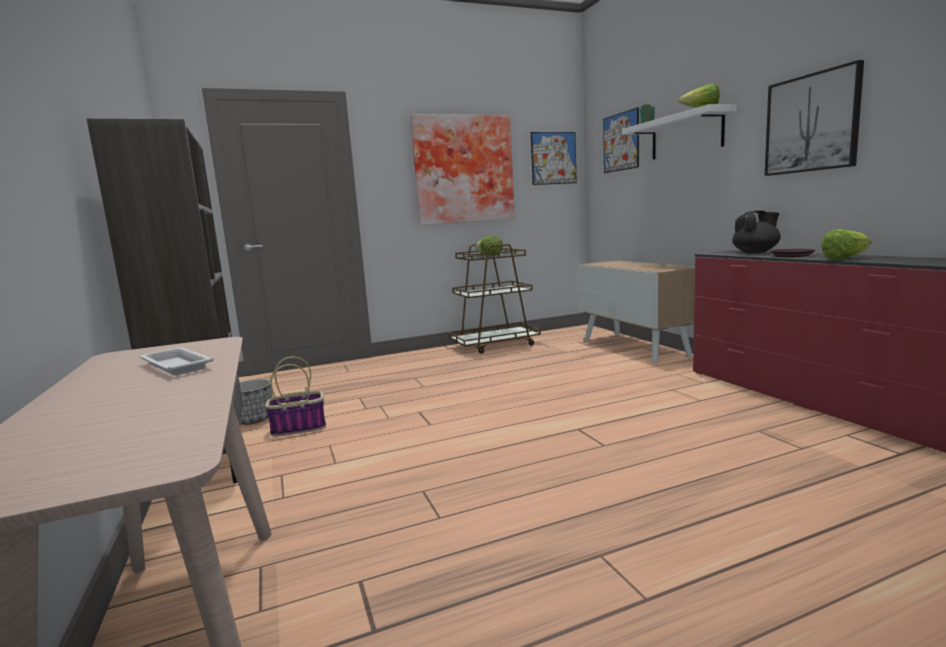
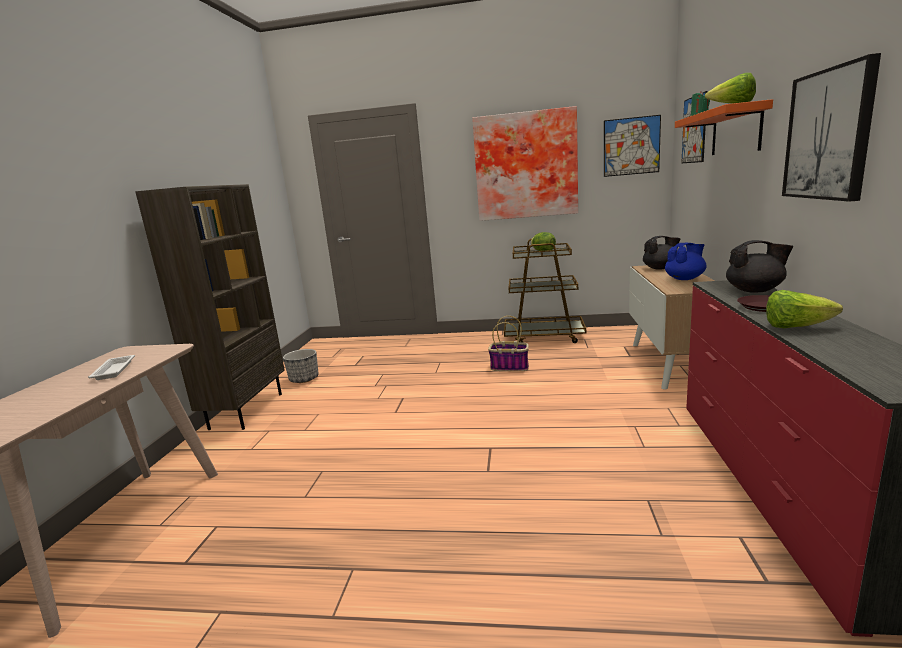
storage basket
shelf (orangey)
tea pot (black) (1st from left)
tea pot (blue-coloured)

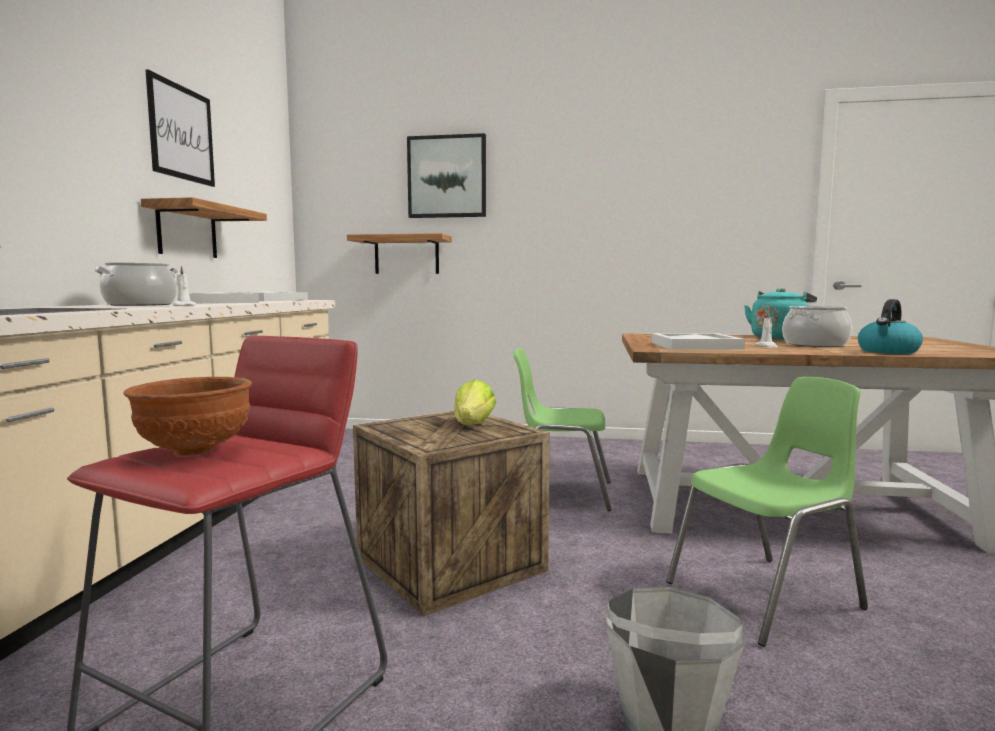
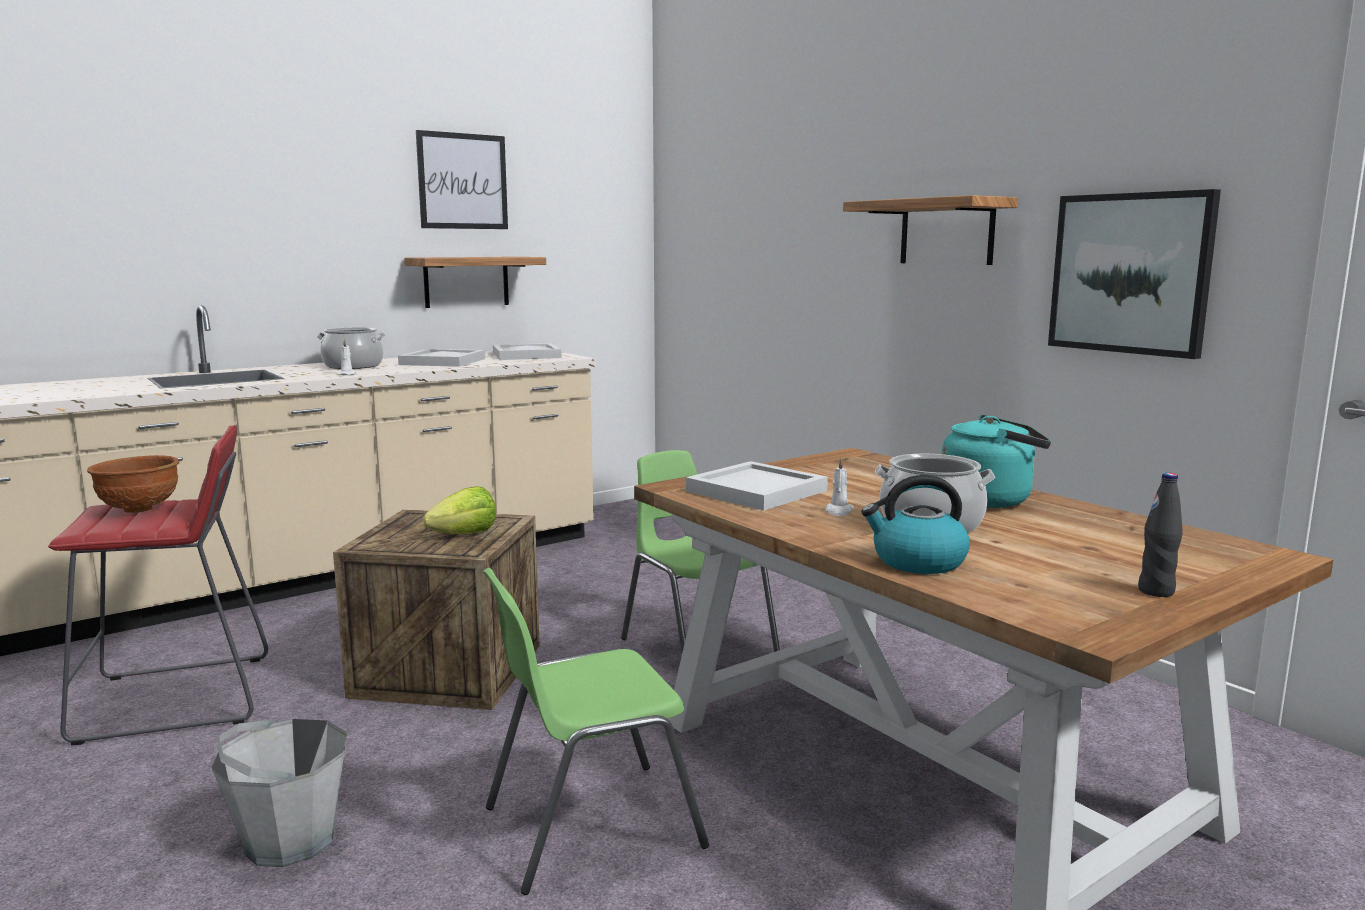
shelf (2nd from left)
wall art (2nd from left)
chair (green-coloured) (1st from left)
drink bottle (black)

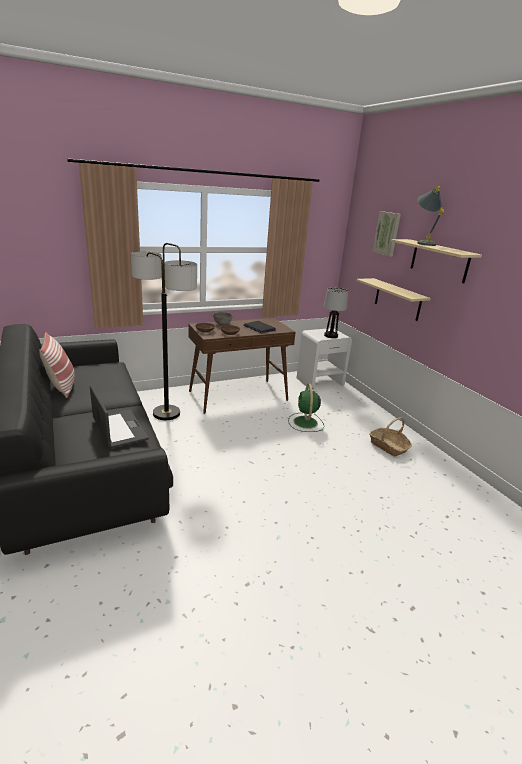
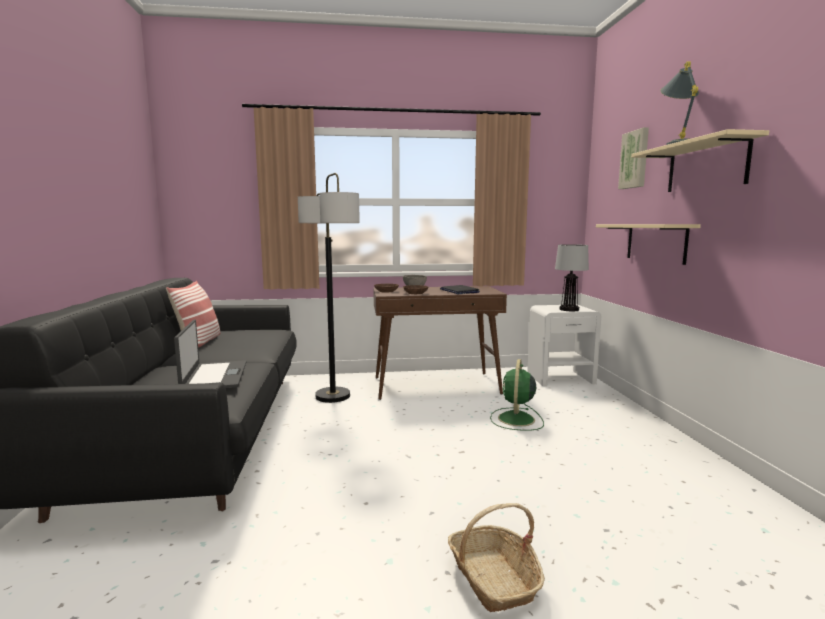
storage basket

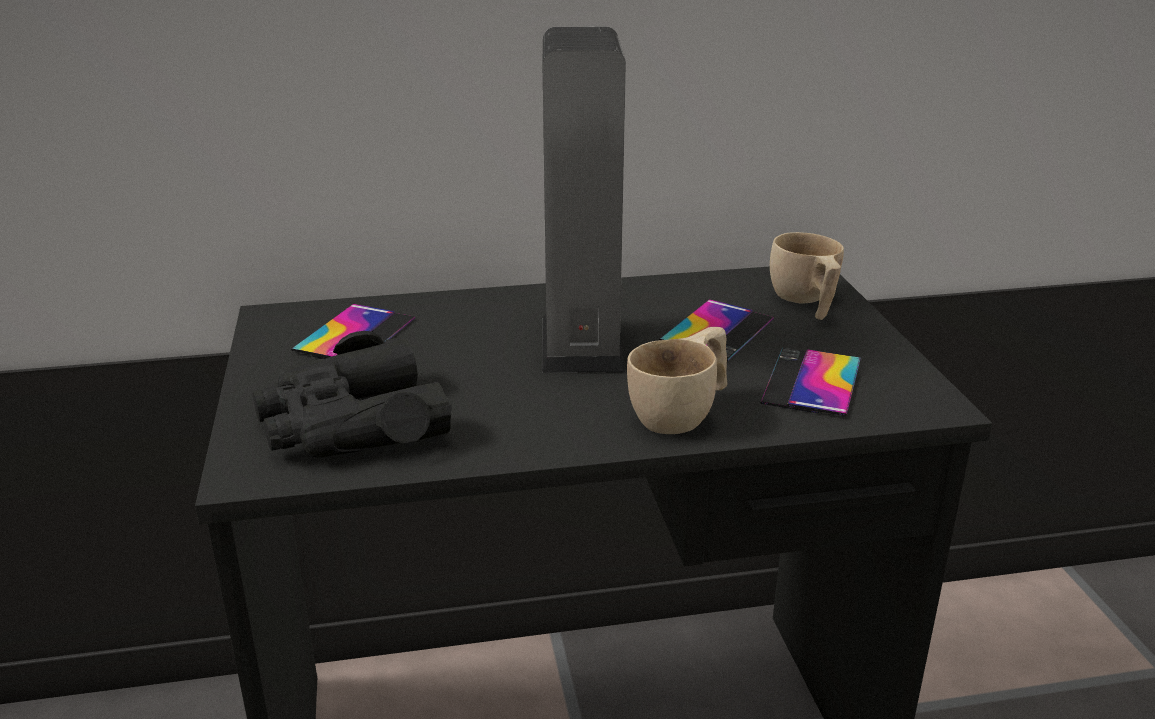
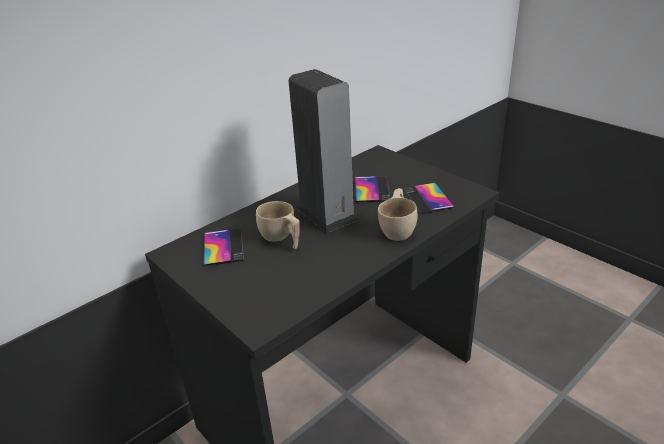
pair of binoculars (black)
cup (beige) (1st from left)

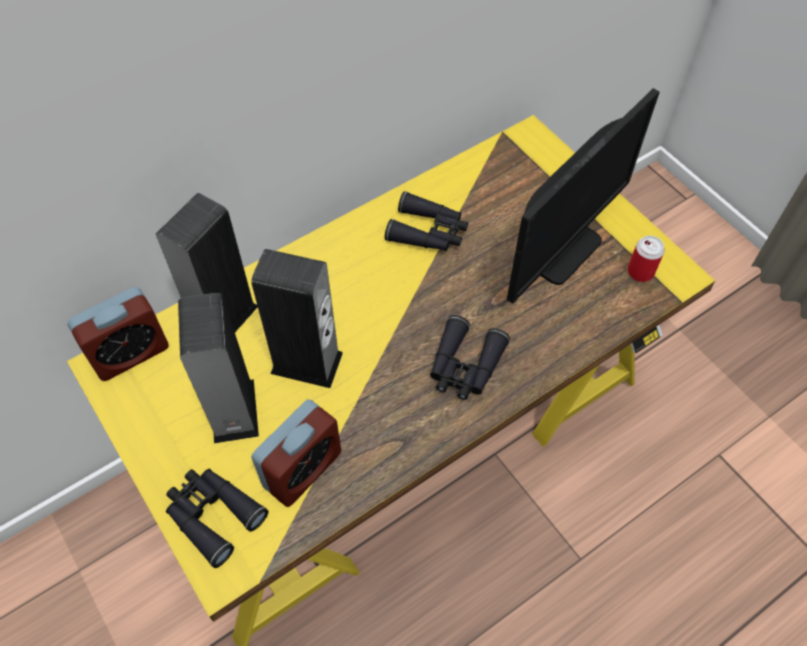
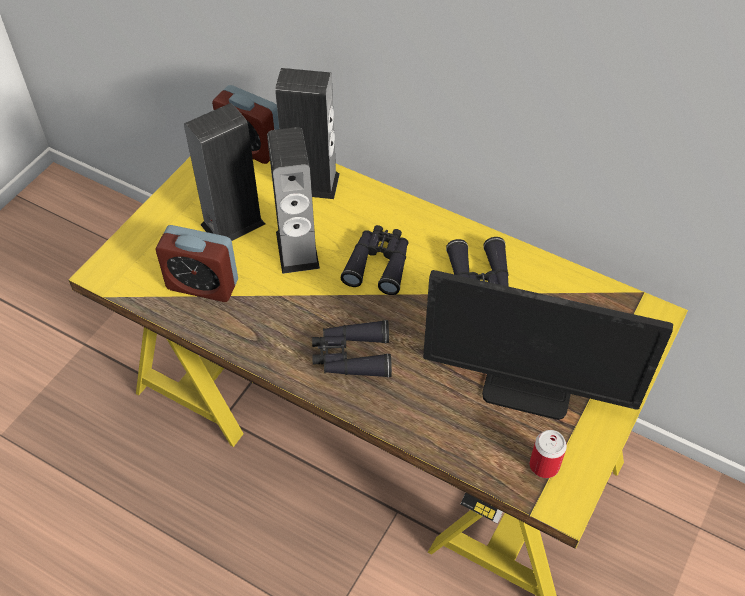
pair of binoculars (black) (2nd from left)

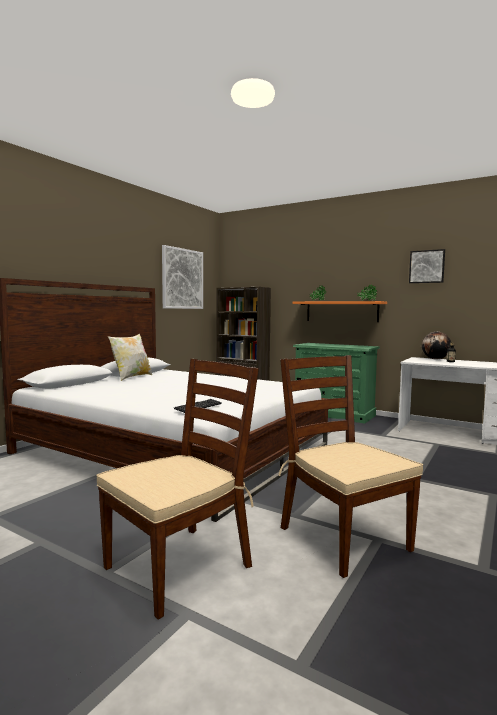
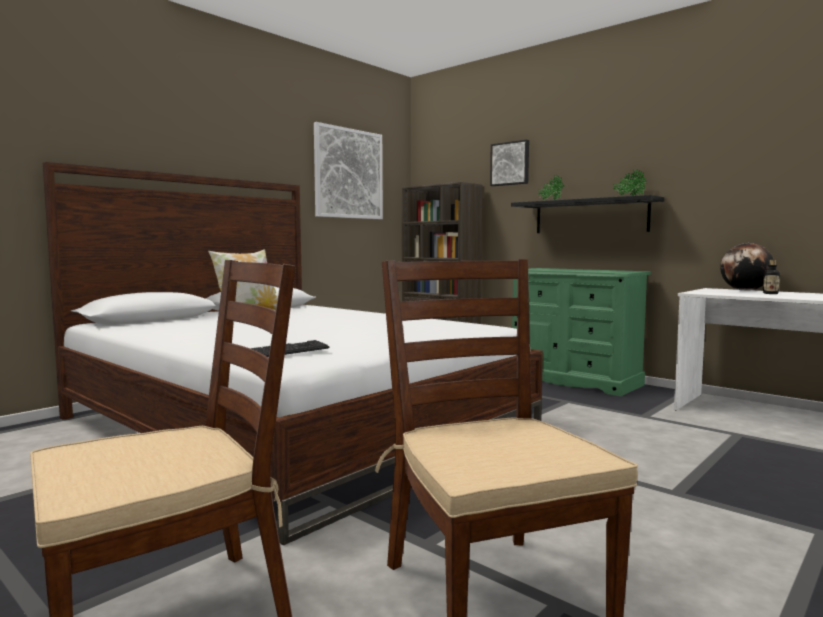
shelf (black)
wall art (2nd from left)

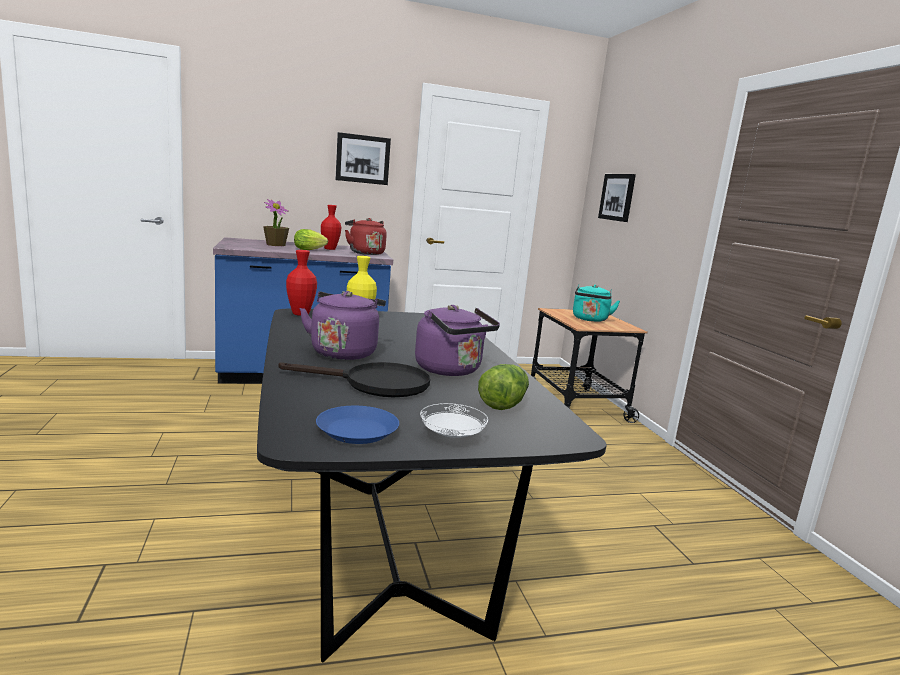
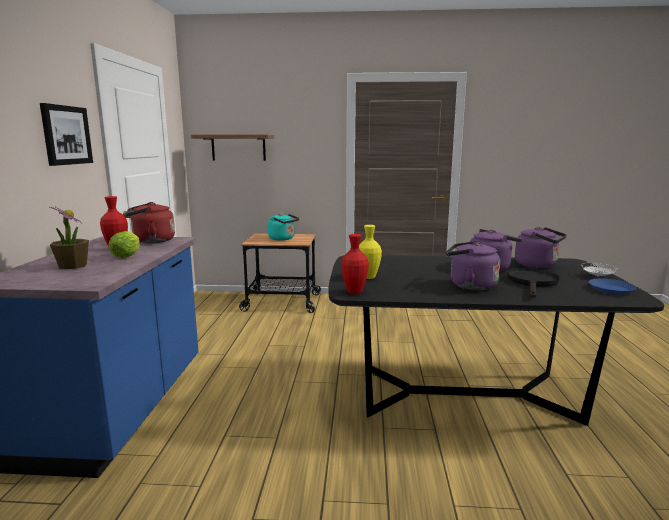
tea kettle (purple-coloured) (3rd from left)
shelf

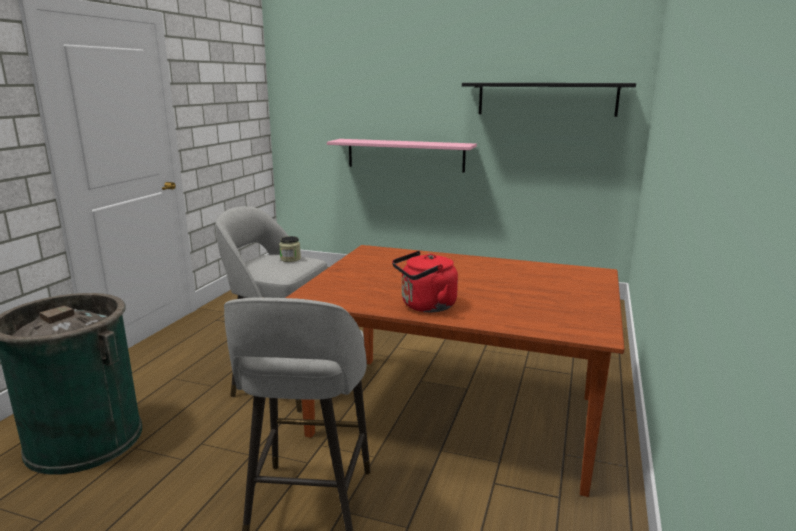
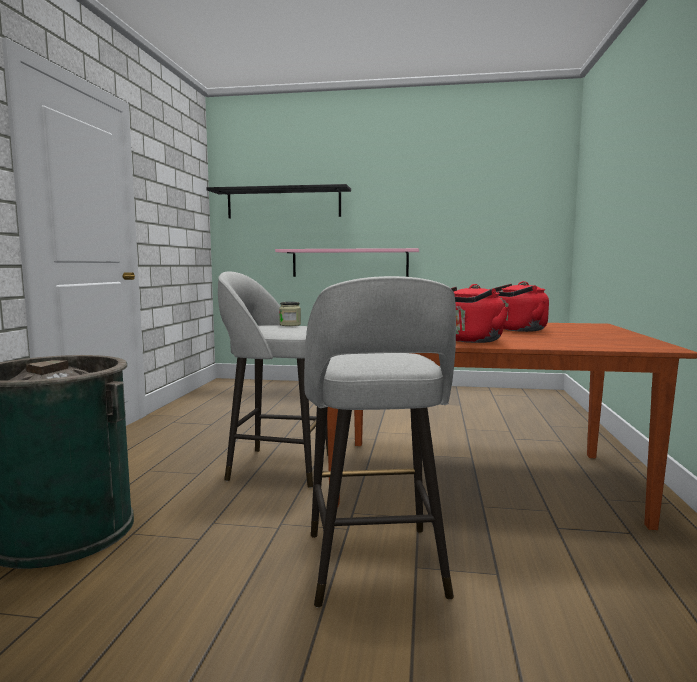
shelf (black)
tea kettle (red-coloured) (2nd from left)

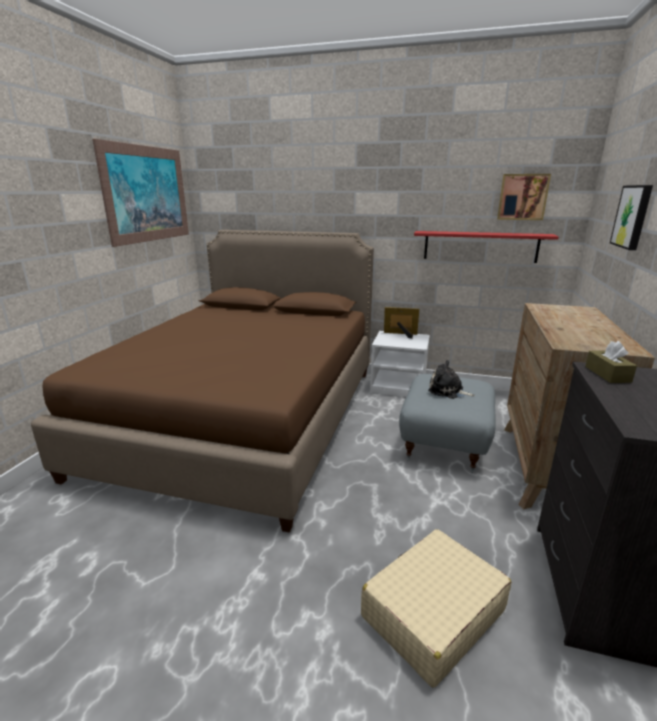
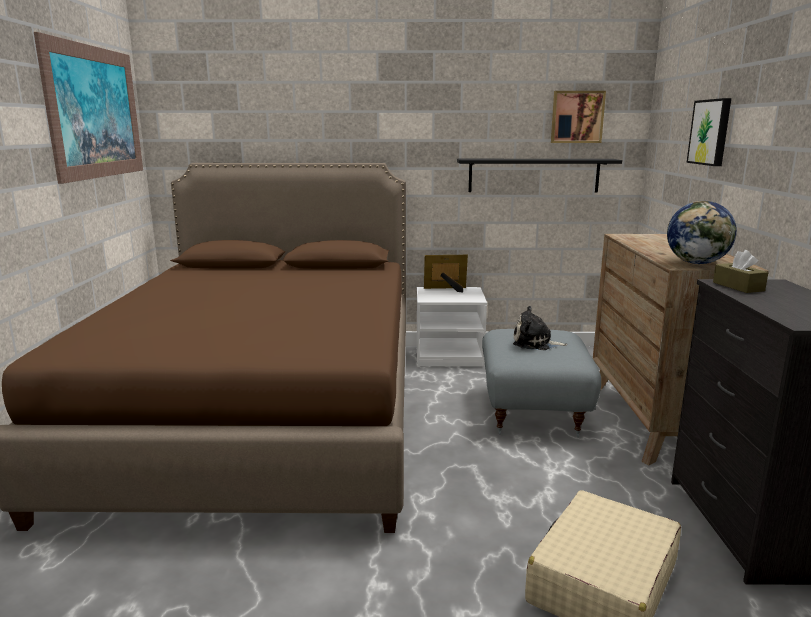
shelf (black)
world globe

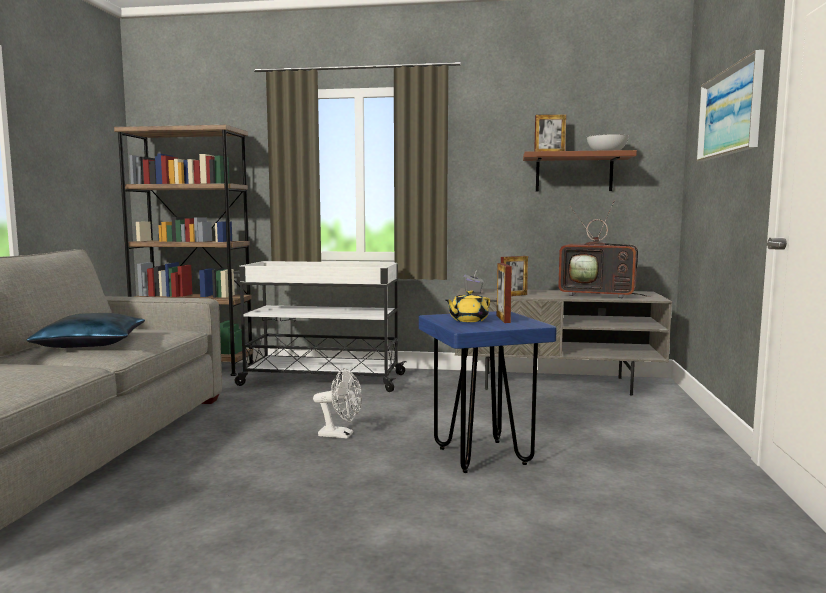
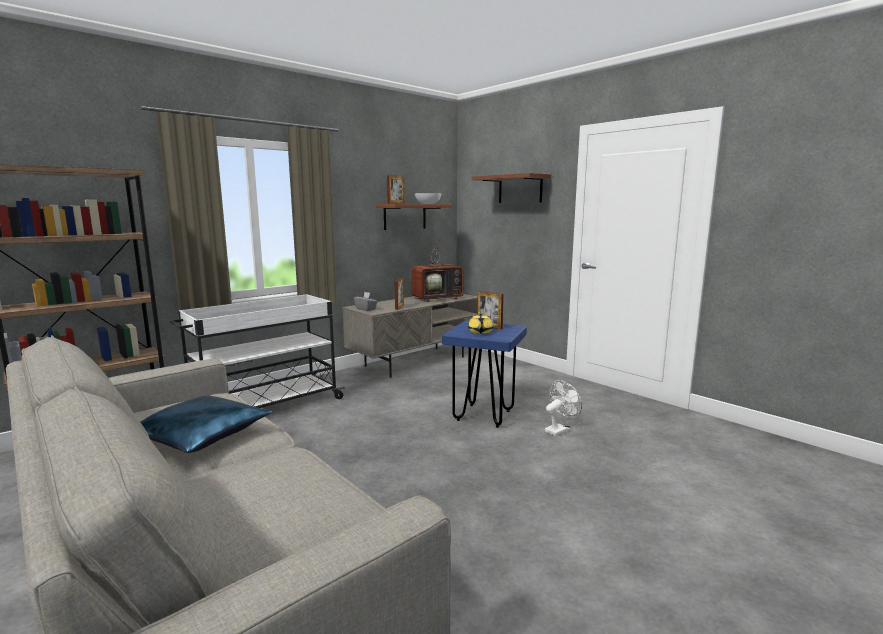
cooling fan (white-coloured)
shelf (brown-coloured) (2nd from left)

